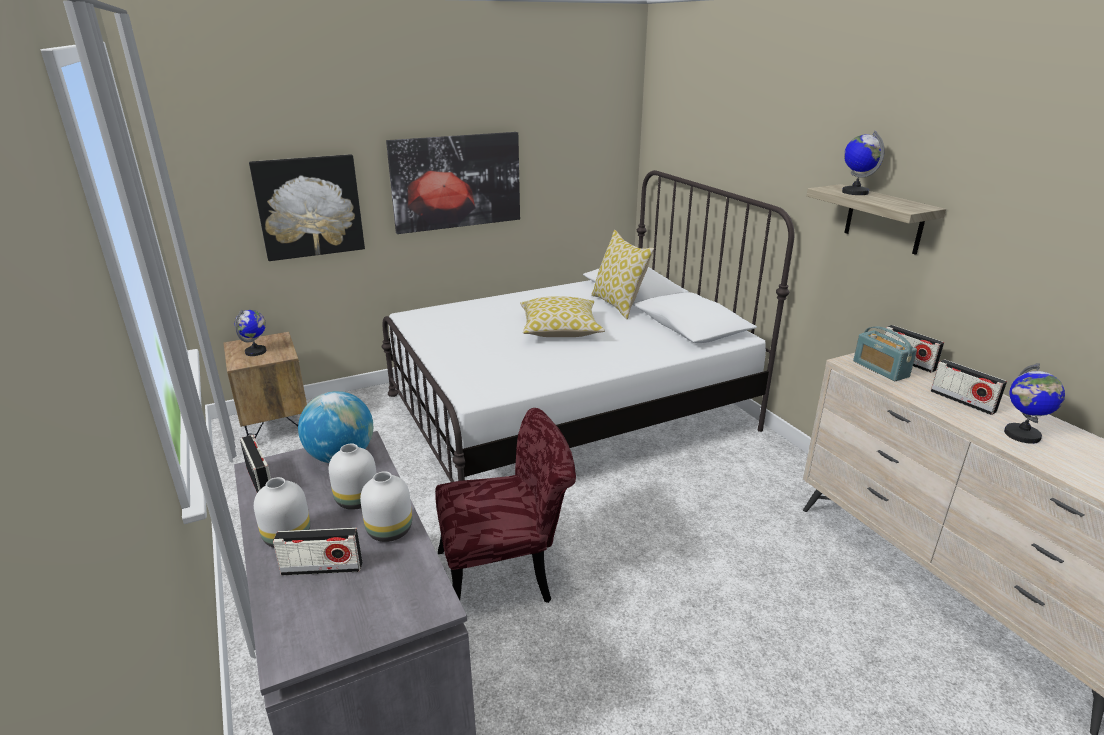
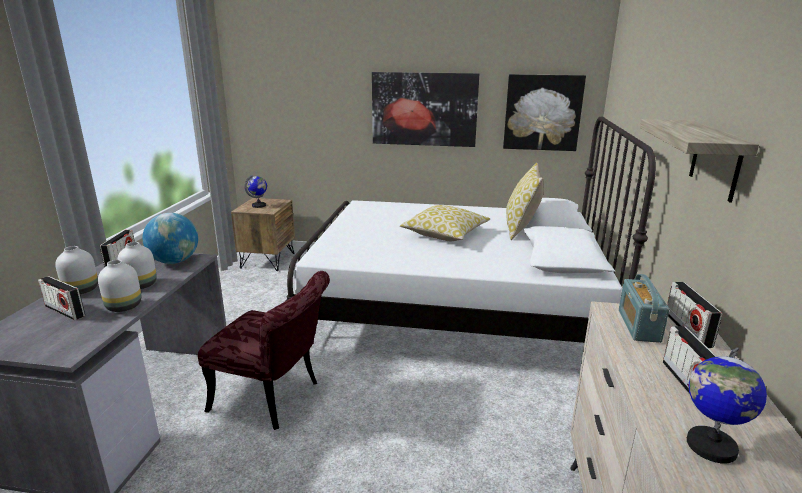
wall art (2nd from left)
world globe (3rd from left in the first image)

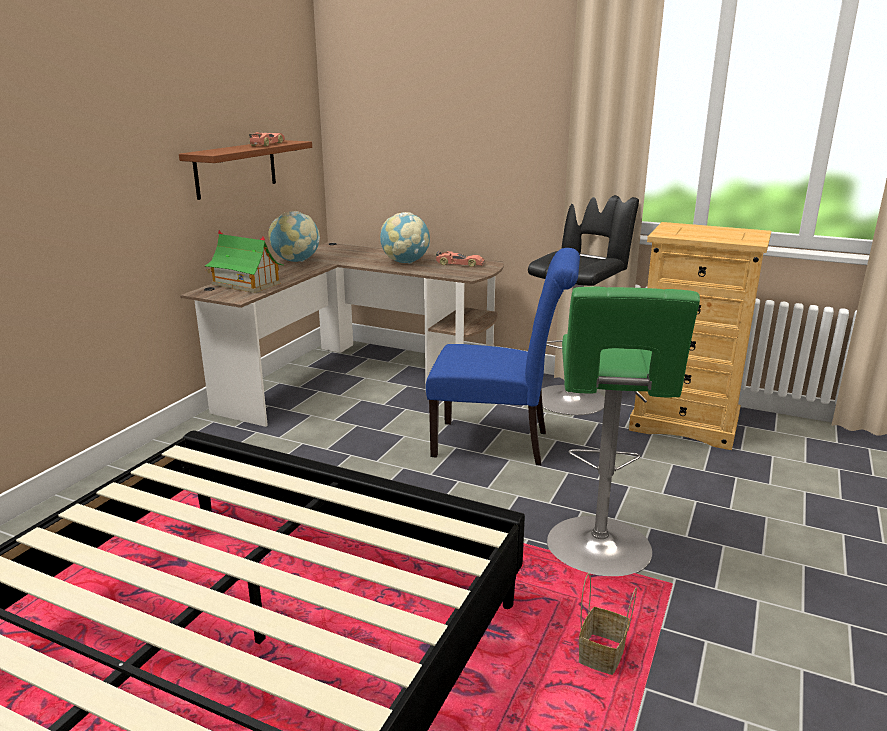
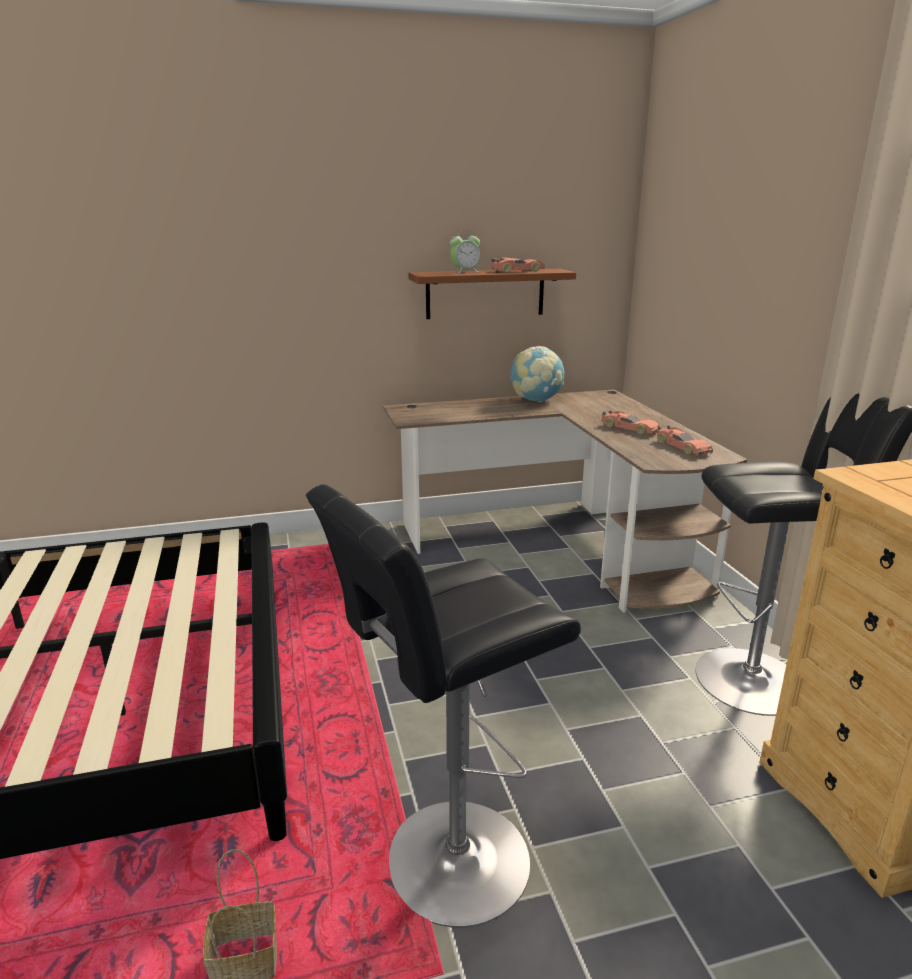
miniature house
toy car (2nd from left)
chair (blue-coloured)
sitting stool (black) (1st from left)
table clock

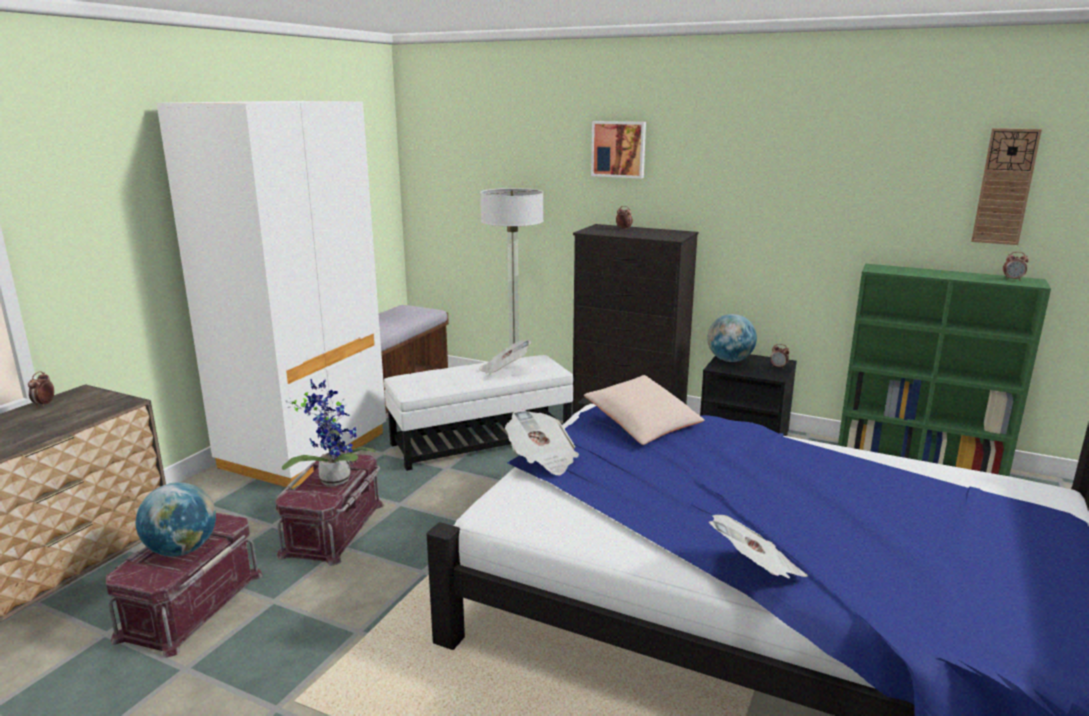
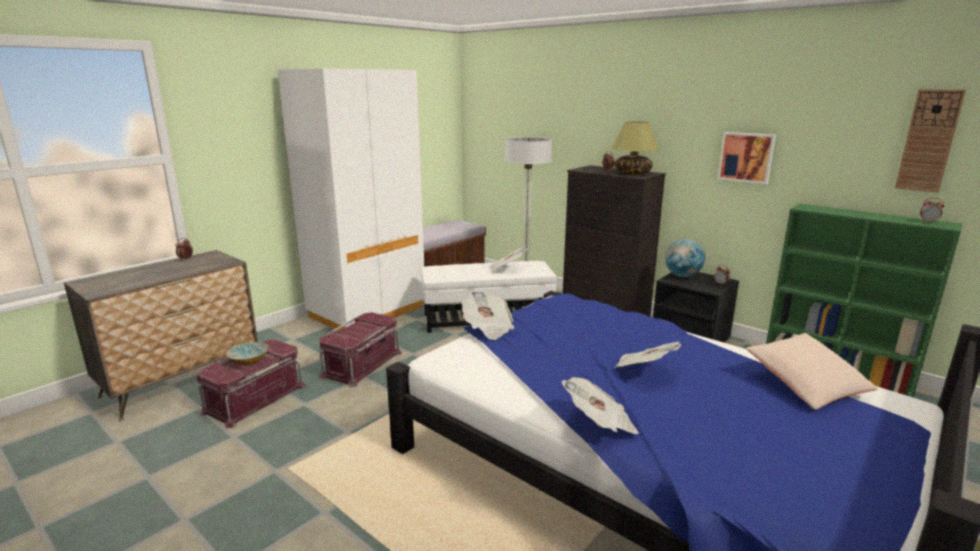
deep dish
houseplant
cushion (beige)
wall art
table lamp
daily paper (4th from left)

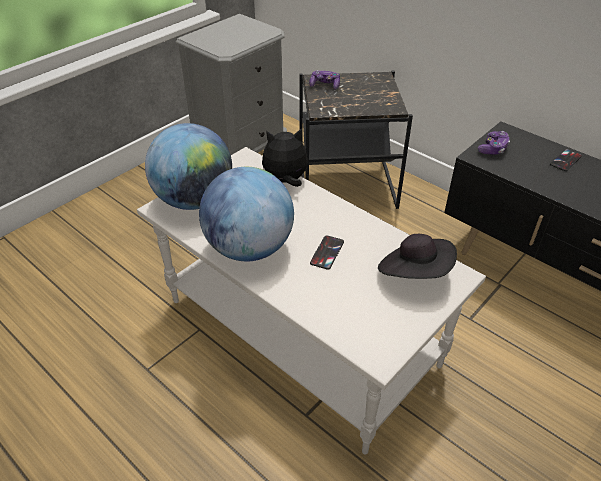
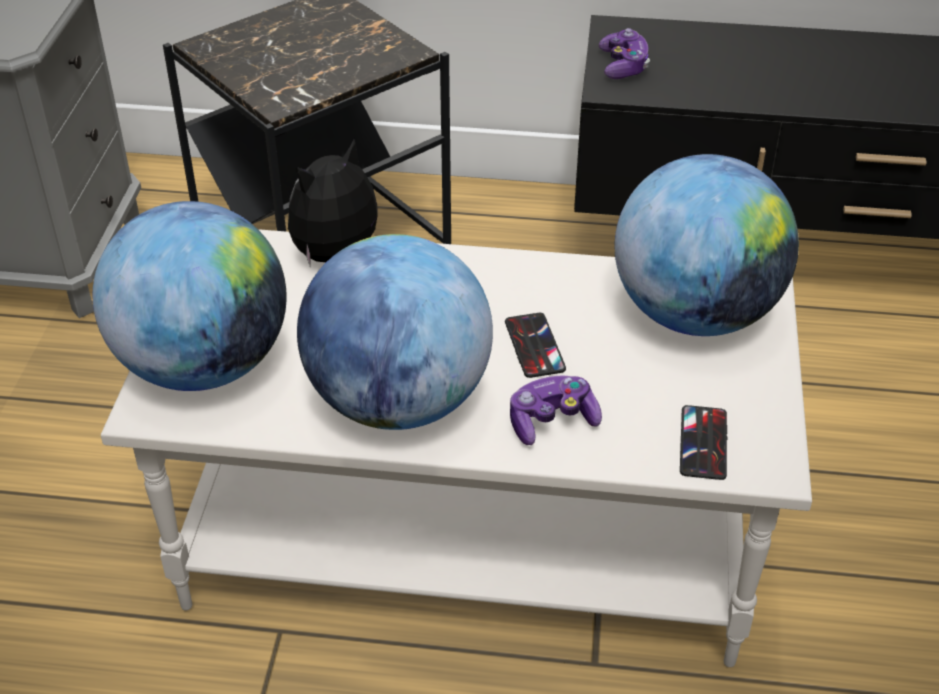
joypad (1st from left)
world globe (3rd from left)
telephone (2nd from left)

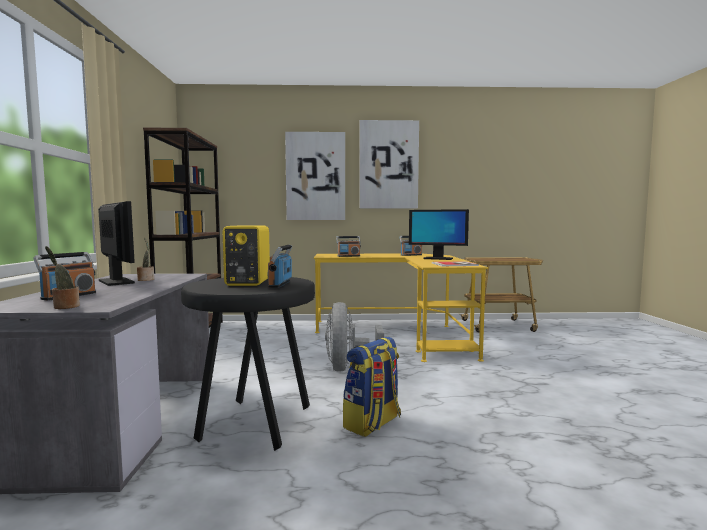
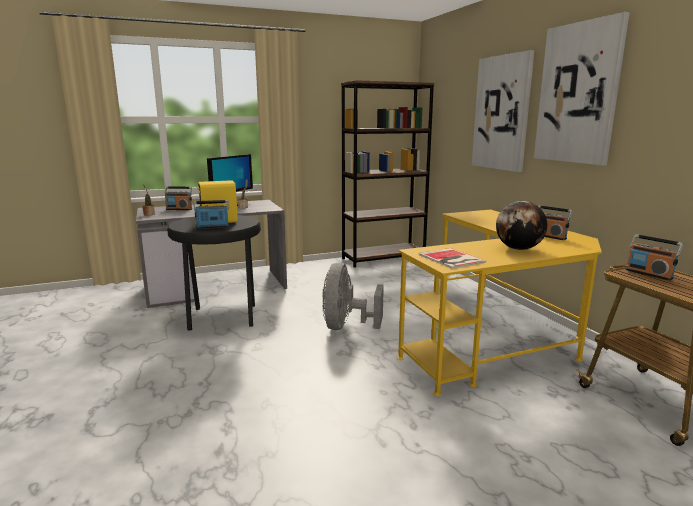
cooling fan (gray)
radio (4th from left)
backpack
world globe

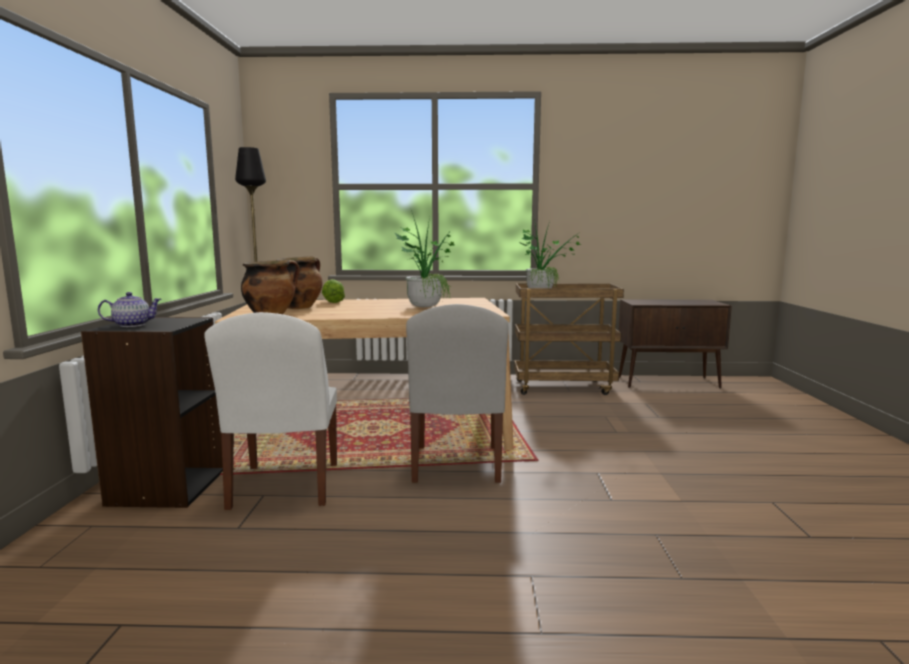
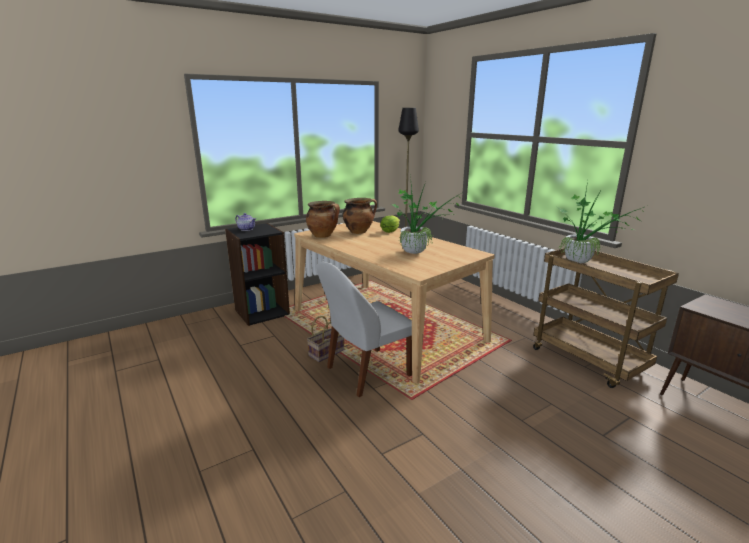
chair (white-coloured) (1st from left in the first image)
storage basket

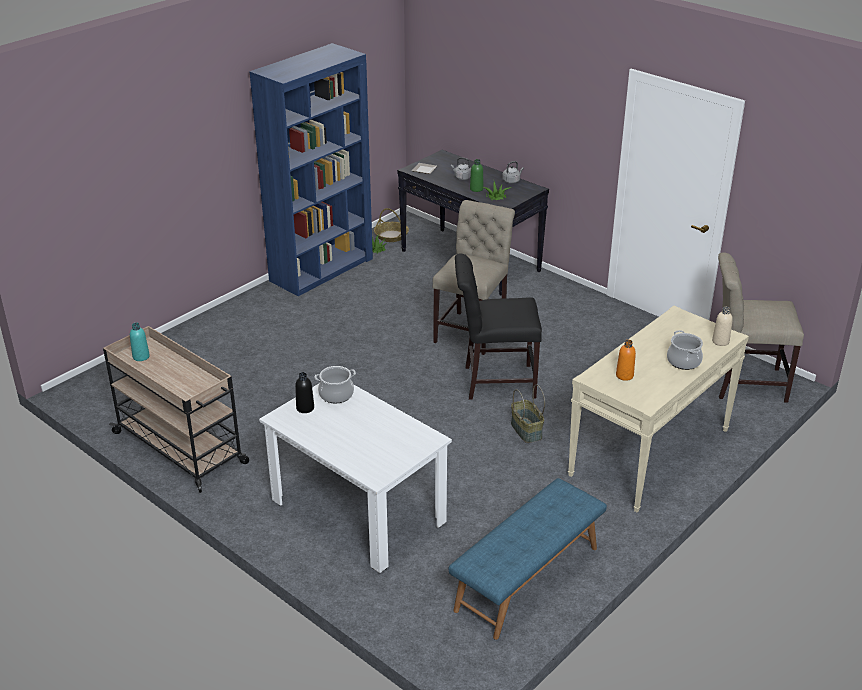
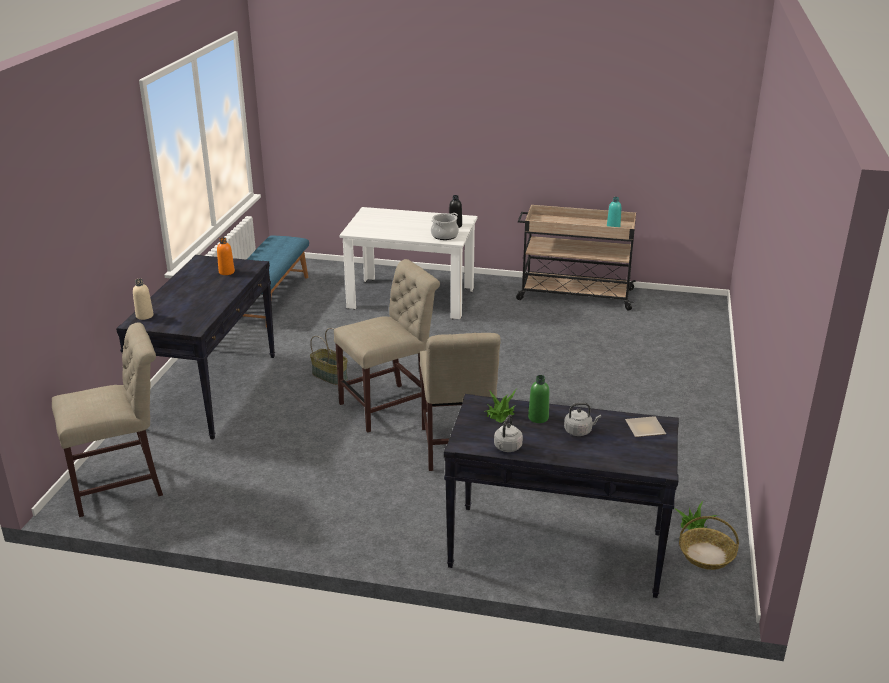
bookshelf (blue-coloured)
chair (beige) (2nd from left)
narrow table (black) (1st from left)
cooking pot (2nd from left in the first image)

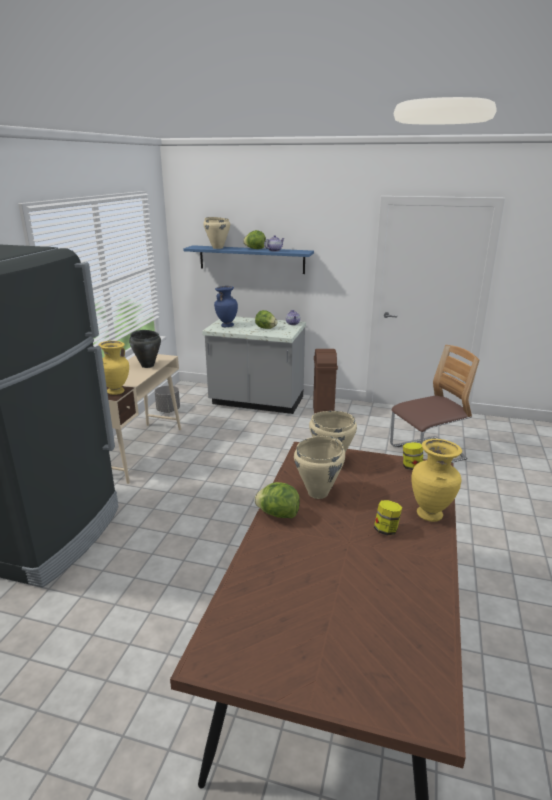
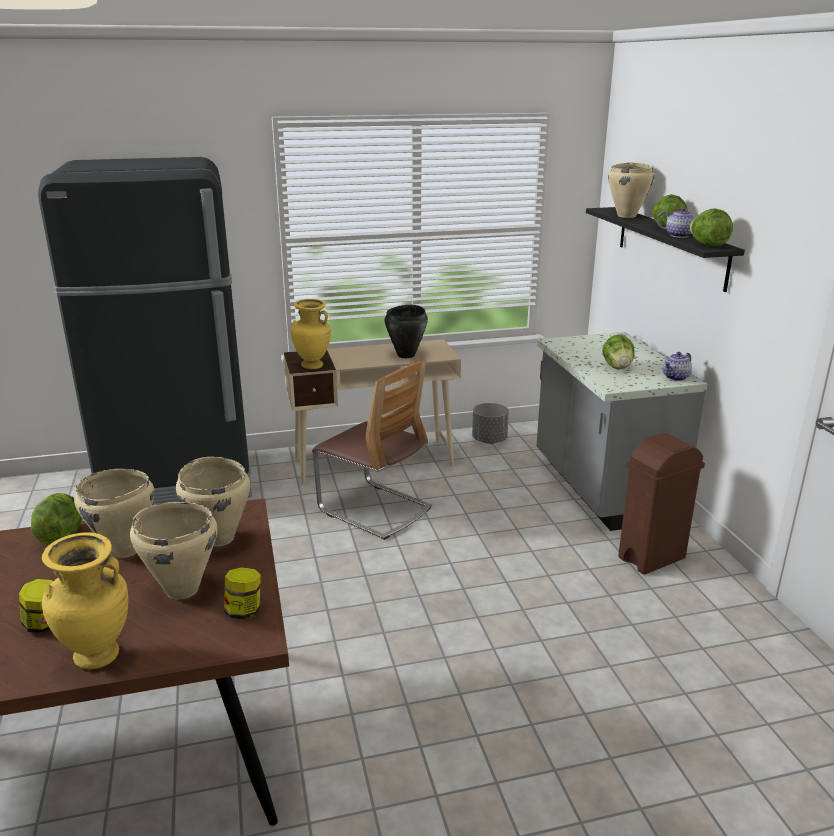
shelf (black)
flower vase (blue-coloured)
chair
cooking pot (beige) (2nd from left)
lettuce head (4th from left)

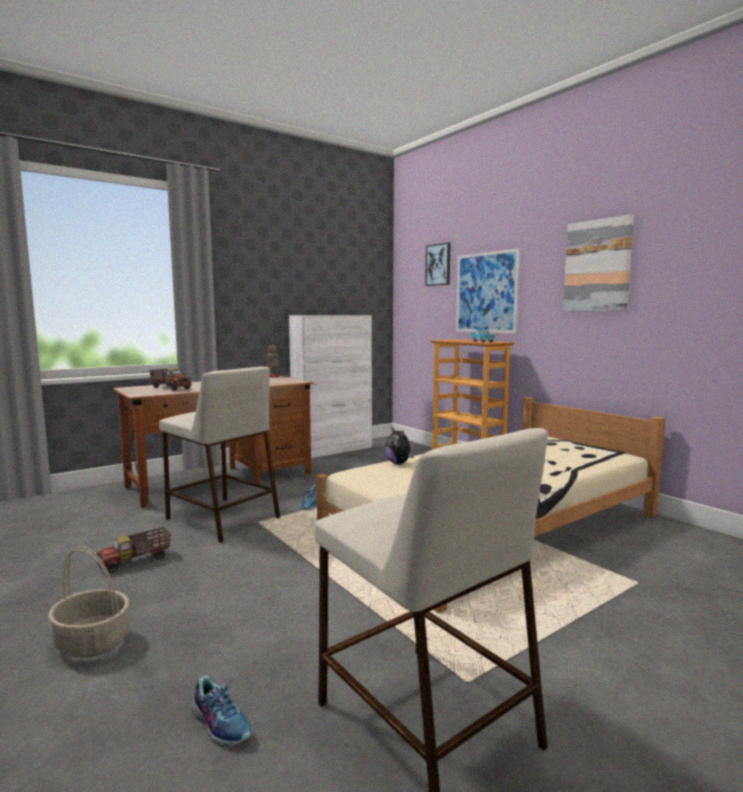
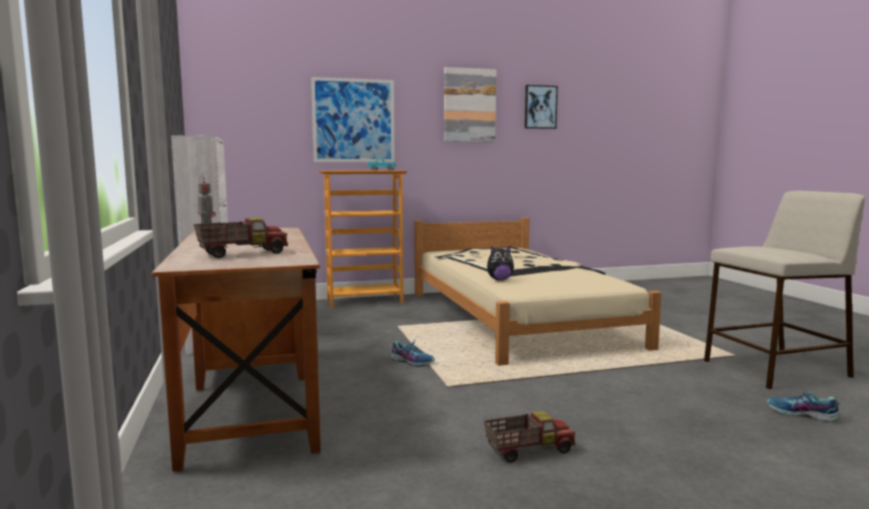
storage basket
toy truck (3rd from left)
sitting stool (beige) (1st from left in the first image)
low shoe (2nd from left)
wall art (3rd from left)

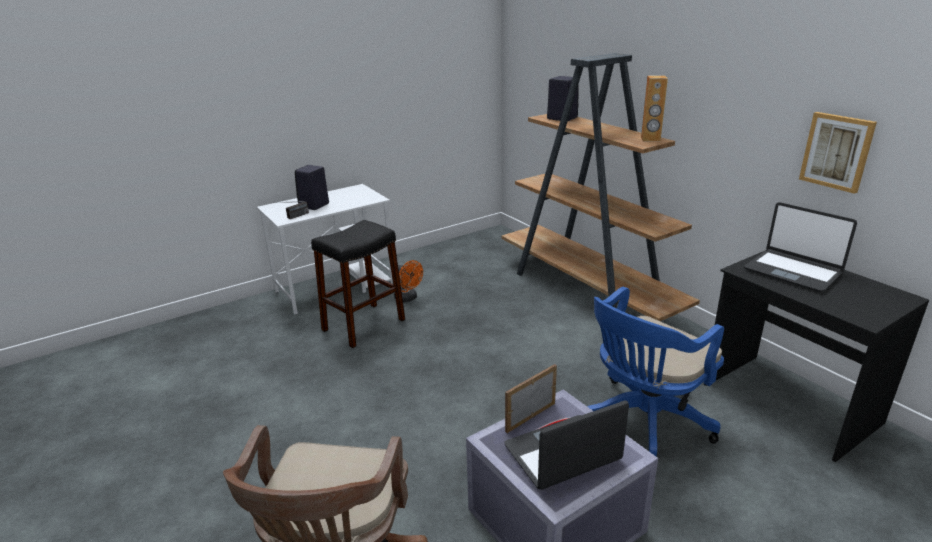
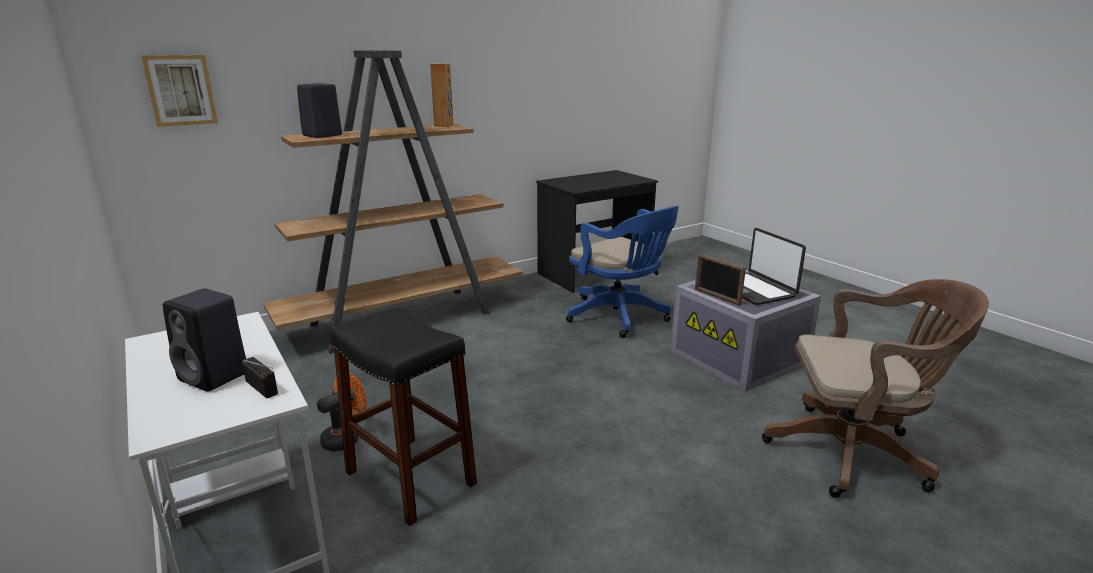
laptop (2nd from left in the first image)
wall art

